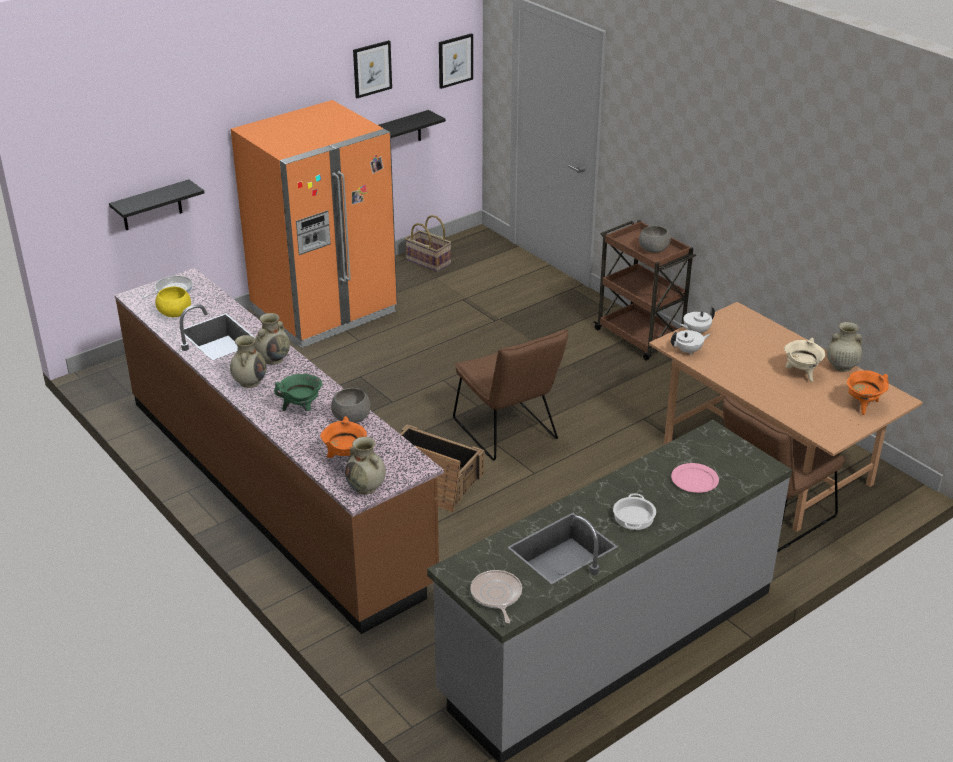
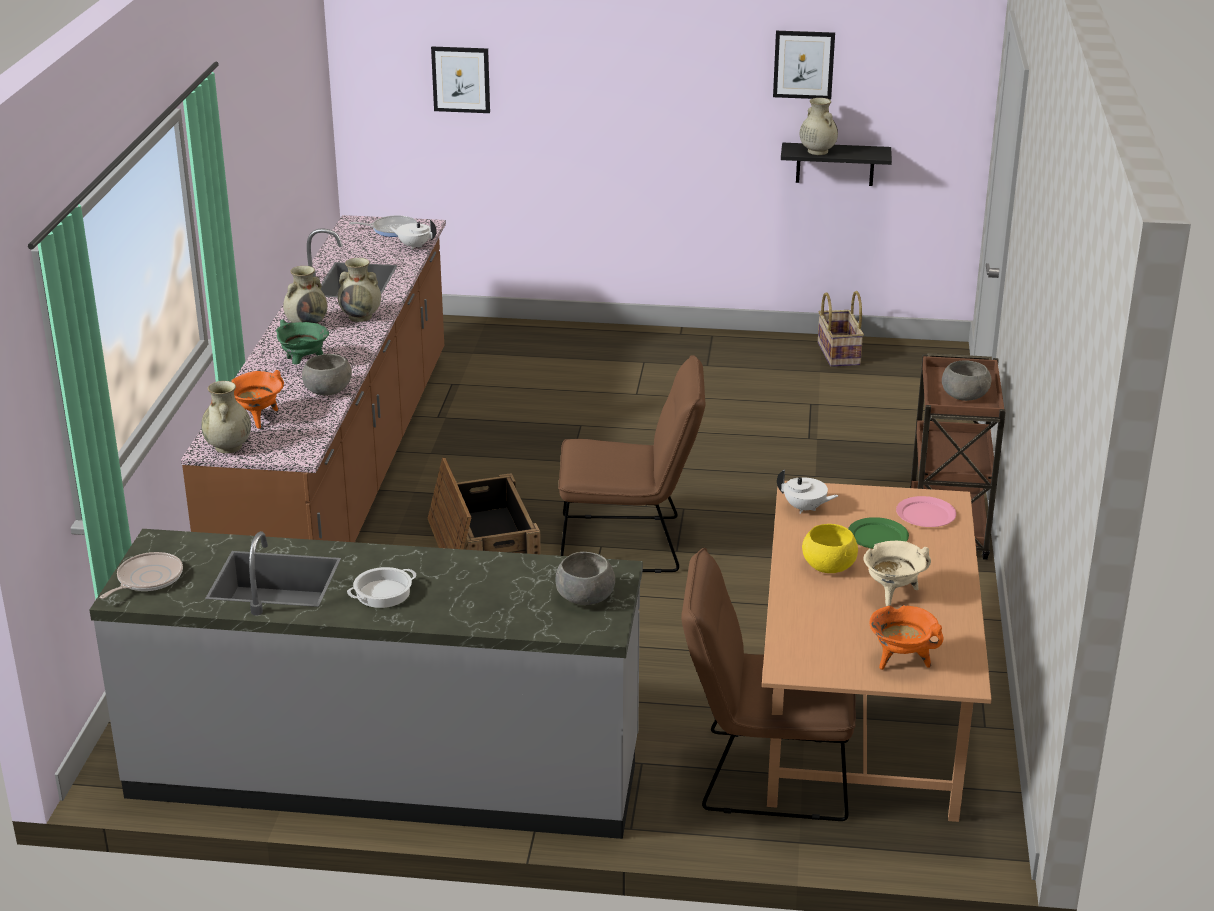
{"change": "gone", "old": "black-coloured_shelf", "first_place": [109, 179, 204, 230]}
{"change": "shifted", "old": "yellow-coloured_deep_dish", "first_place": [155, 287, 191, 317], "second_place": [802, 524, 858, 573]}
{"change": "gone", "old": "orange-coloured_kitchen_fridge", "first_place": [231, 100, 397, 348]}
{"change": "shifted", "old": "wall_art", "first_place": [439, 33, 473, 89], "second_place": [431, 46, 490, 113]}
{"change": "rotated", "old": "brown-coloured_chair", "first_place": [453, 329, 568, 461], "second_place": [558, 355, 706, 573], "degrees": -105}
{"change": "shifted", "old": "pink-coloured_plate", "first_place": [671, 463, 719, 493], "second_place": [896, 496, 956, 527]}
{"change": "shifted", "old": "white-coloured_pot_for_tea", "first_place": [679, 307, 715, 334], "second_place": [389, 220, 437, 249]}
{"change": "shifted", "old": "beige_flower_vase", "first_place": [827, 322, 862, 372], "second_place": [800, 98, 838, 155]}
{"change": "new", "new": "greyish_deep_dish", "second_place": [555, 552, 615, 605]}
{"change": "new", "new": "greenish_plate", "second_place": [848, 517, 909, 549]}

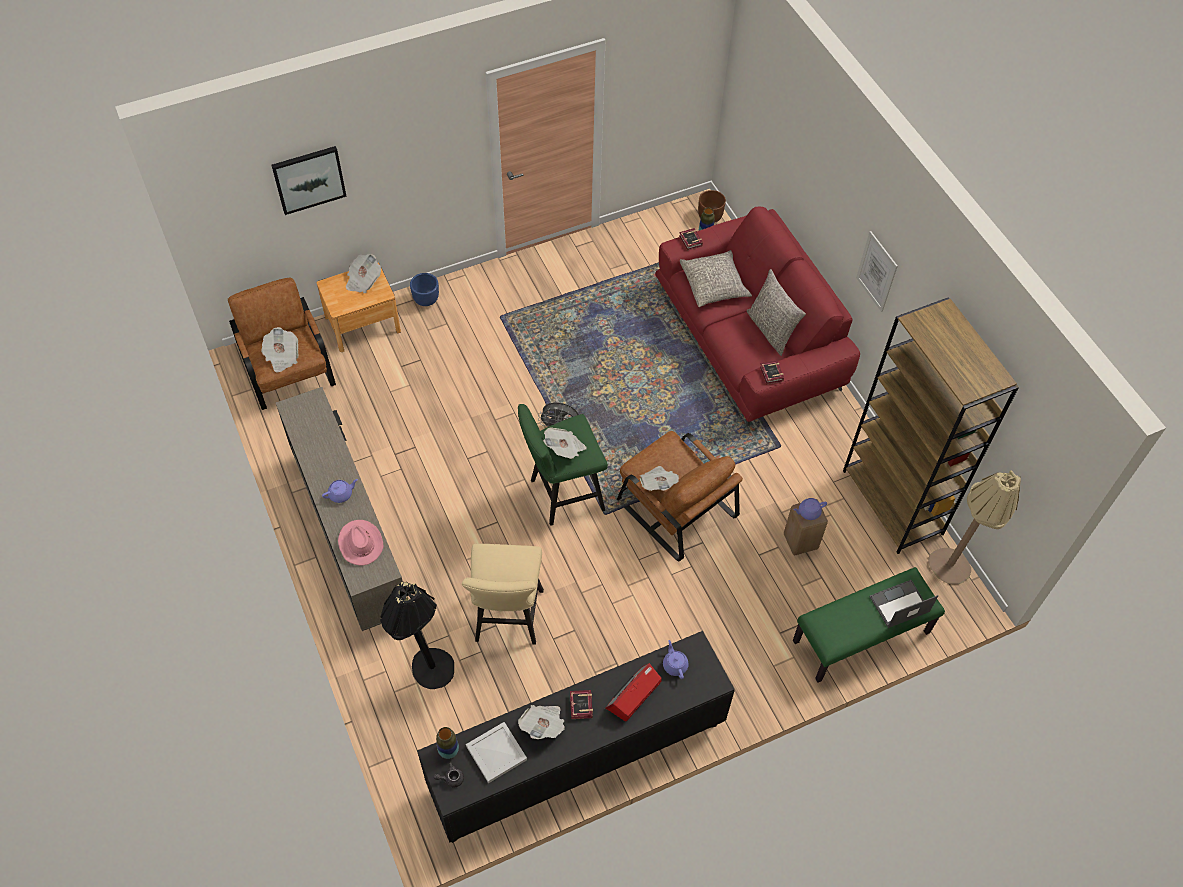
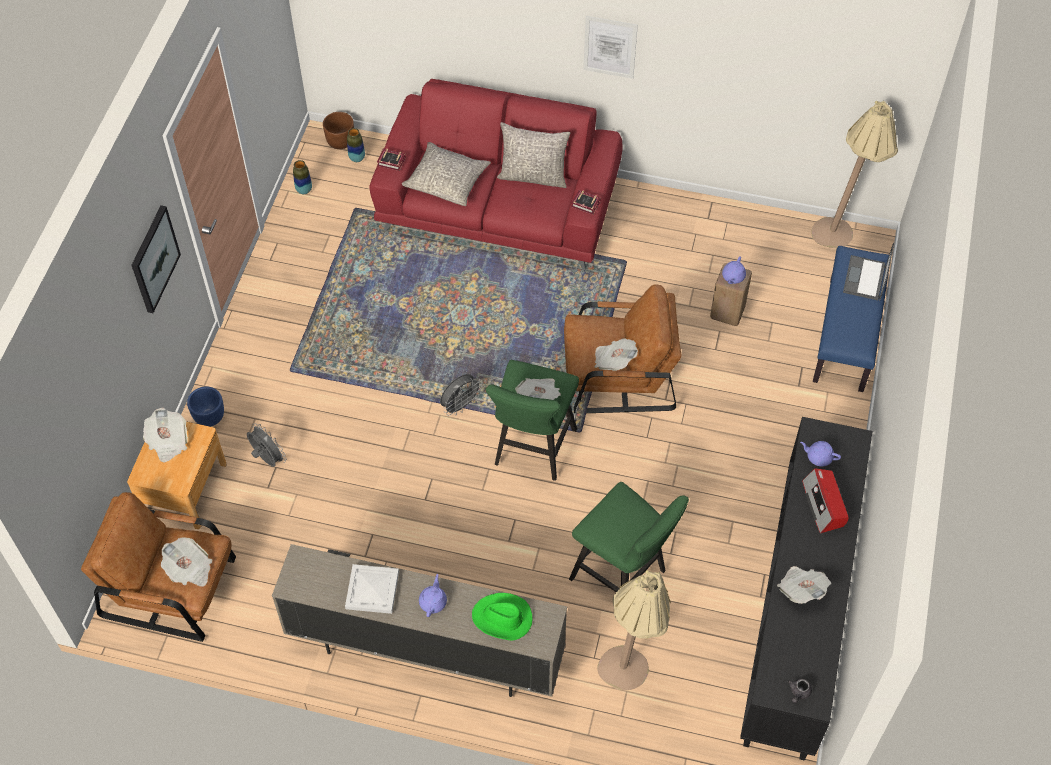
{"change": "shifted", "old": "wall_art", "first_place": [272, 146, 347, 215], "second_place": [131, 205, 181, 313]}
{"change": "repainted", "old": "pink-coloured_clothing_hat", "new": "greenish_clothing_hat", "first_place": [338, 520, 384, 565], "second_place": [472, 593, 533, 641]}
{"change": "repainted", "old": "black-coloured_floor_lamp", "new": "beige_floor_lamp", "first_place": [380, 582, 454, 689], "second_place": [597, 570, 671, 690]}
{"change": "shifted", "old": "flower_vase", "first_place": [436, 727, 459, 759], "second_place": [293, 160, 312, 194]}
{"change": "repainted", "old": "beige_stool_seat", "new": "greenish_stool_seat", "first_place": [462, 544, 544, 645], "second_place": [569, 482, 689, 592]}
{"change": "shifted", "old": "white-coloured_serving_tray", "first_place": [466, 722, 527, 783], "second_place": [345, 564, 399, 614]}
{"change": "gone", "old": "bound_book", "first_place": [570, 690, 593, 719]}
{"change": "repainted", "old": "greenish_bench", "new": "bluish_bench", "first_place": [793, 567, 945, 683], "second_place": [813, 246, 889, 392]}
{"change": "gone", "old": "brown-coloured_shelving_unit", "first_place": [843, 297, 1019, 554]}
{"change": "new", "new": "greyish_cooling_fan", "second_place": [247, 423, 286, 467]}

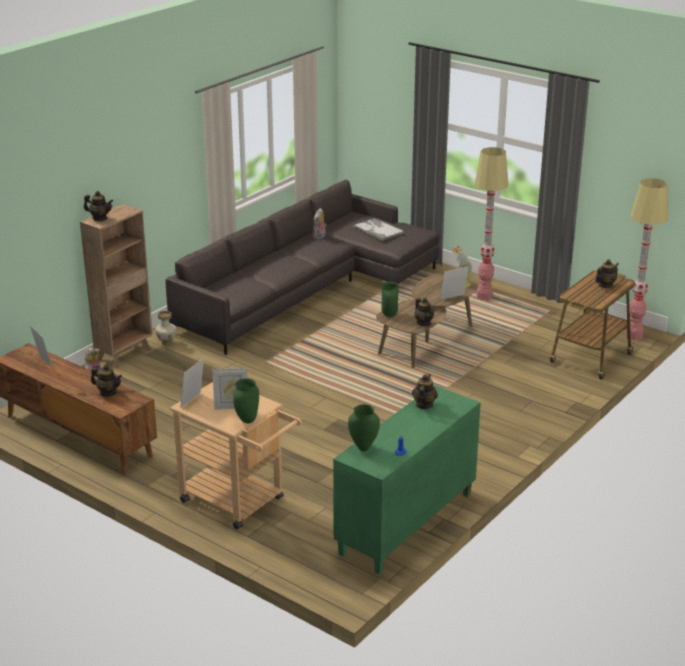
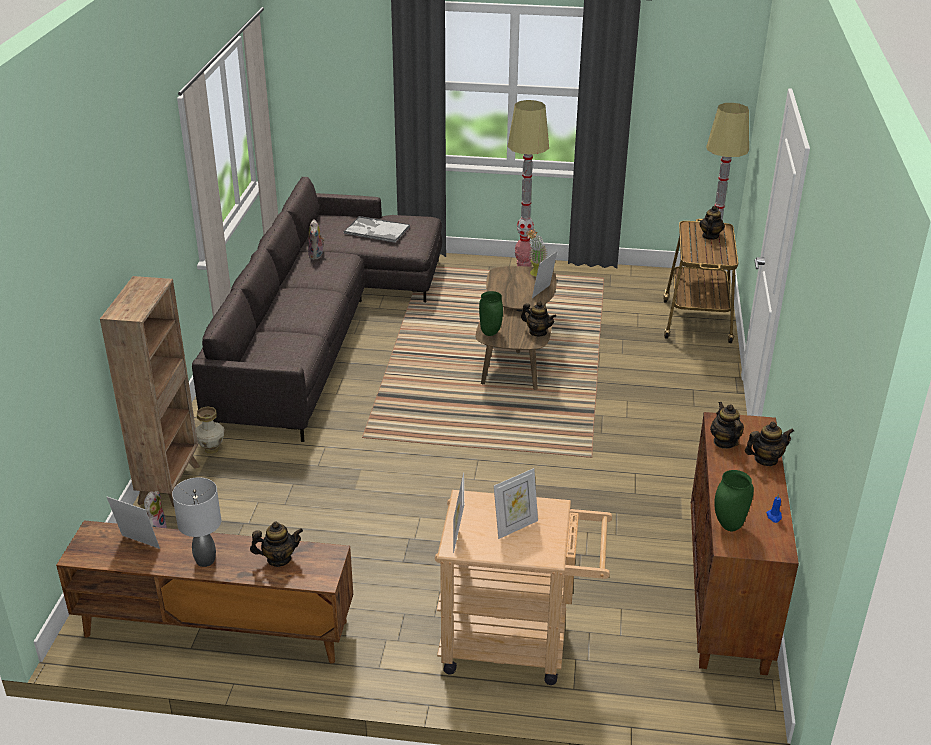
{"change": "shifted", "old": "pot_for_tea", "first_place": [84, 191, 113, 221], "second_place": [745, 422, 794, 466]}
{"change": "gone", "old": "greenish_flower_vase", "first_place": [233, 378, 259, 423]}
{"change": "repainted", "old": "greenish_storage_cabinet", "new": "brown-coloured_storage_cabinet", "first_place": [333, 385, 481, 575], "second_place": [691, 412, 799, 675]}
{"change": "new", "new": "greyish_lamp_for_a_table", "second_place": [172, 477, 221, 567]}

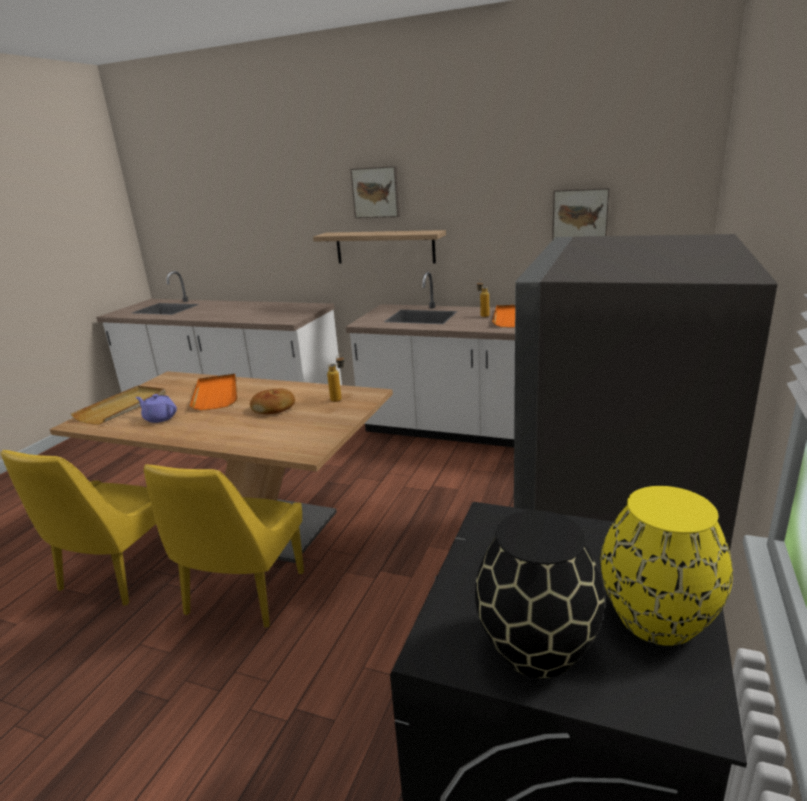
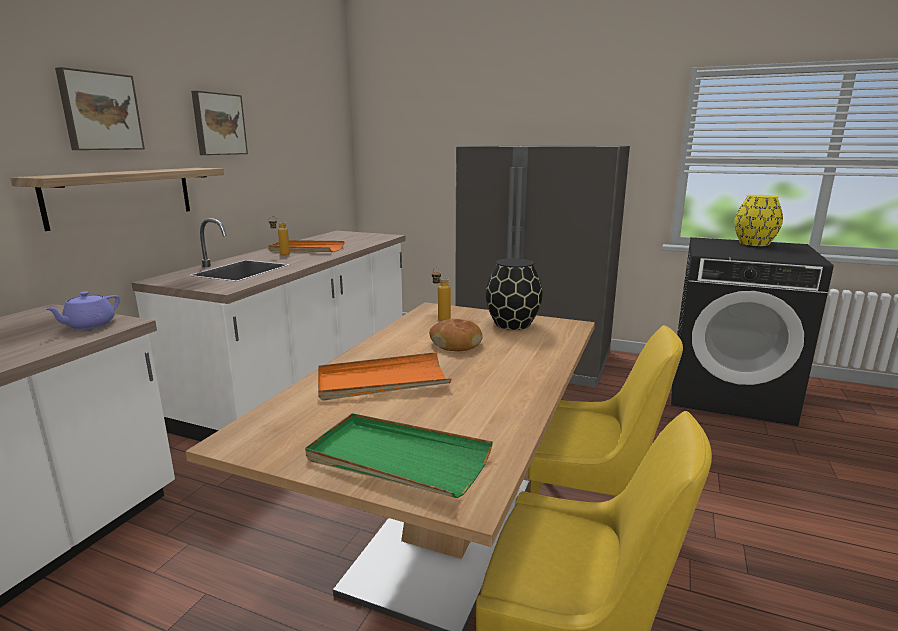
{"change": "repainted", "old": "beige_serving_tray", "new": "greenish_serving_tray", "first_place": [71, 386, 166, 425], "second_place": [305, 413, 493, 498]}
{"change": "shifted", "old": "purplish_pot_for_tea", "first_place": [136, 394, 177, 423], "second_place": [45, 291, 120, 329]}
{"change": "shifted", "old": "black-coloured_flower_vase", "first_place": [475, 510, 605, 678], "second_place": [485, 258, 543, 330]}
{"change": "shifted", "old": "wall_art", "first_place": [552, 188, 610, 240], "second_place": [191, 91, 248, 155]}

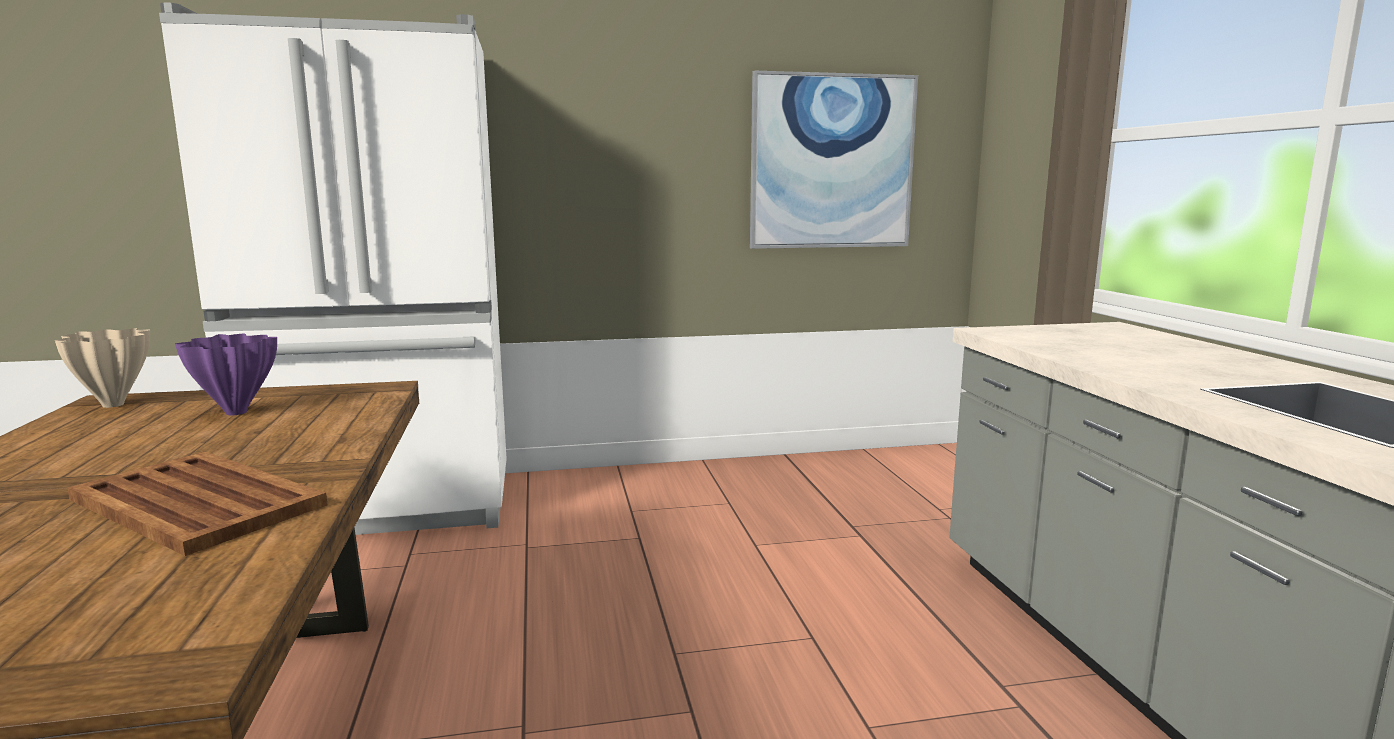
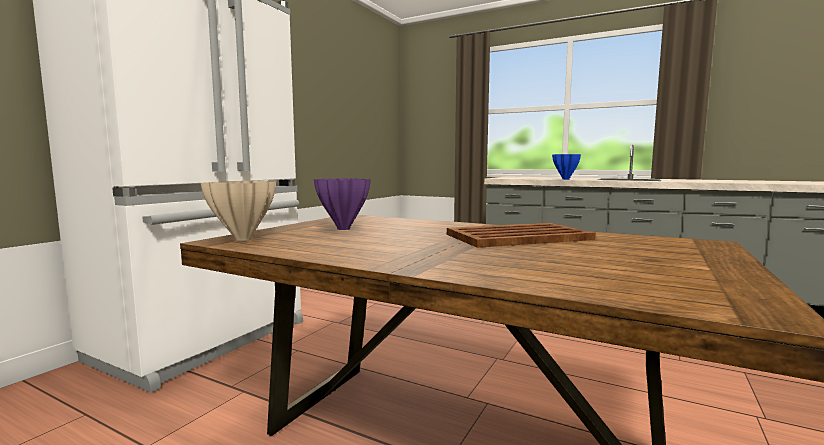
{"change": "gone", "old": "wall_art", "first_place": [750, 71, 918, 249]}
{"change": "new", "new": "bluish_flower_vase", "second_place": [552, 154, 581, 180]}

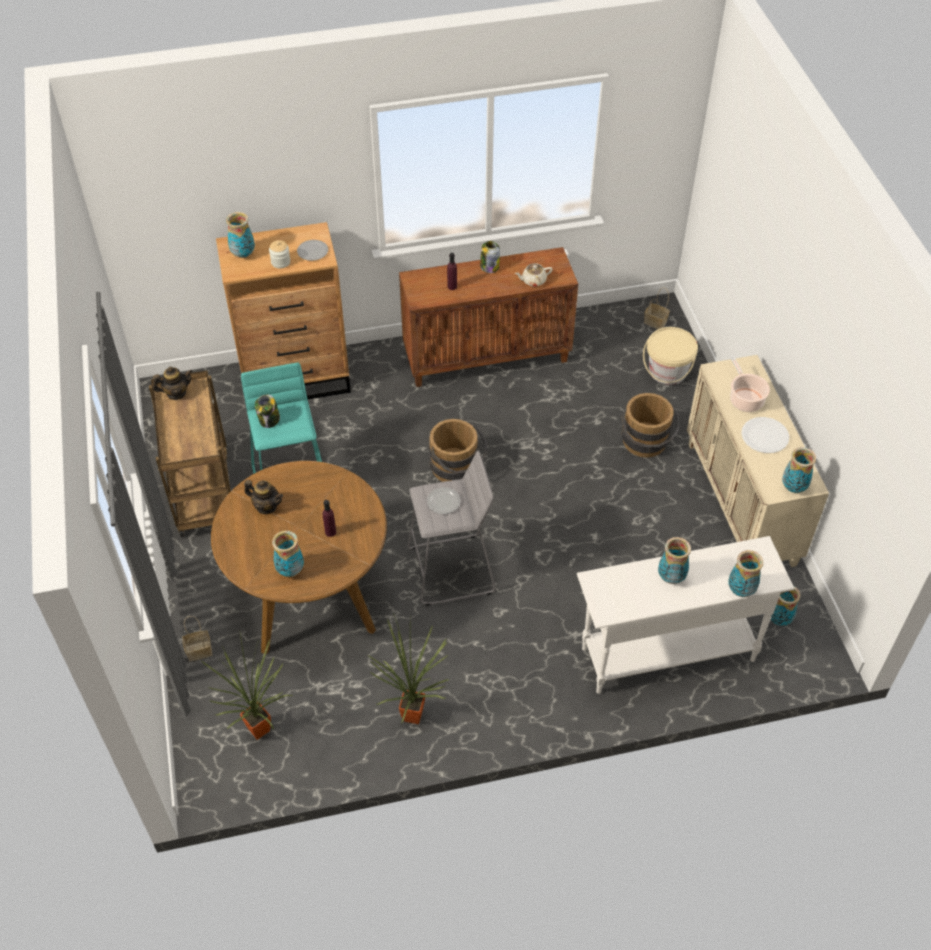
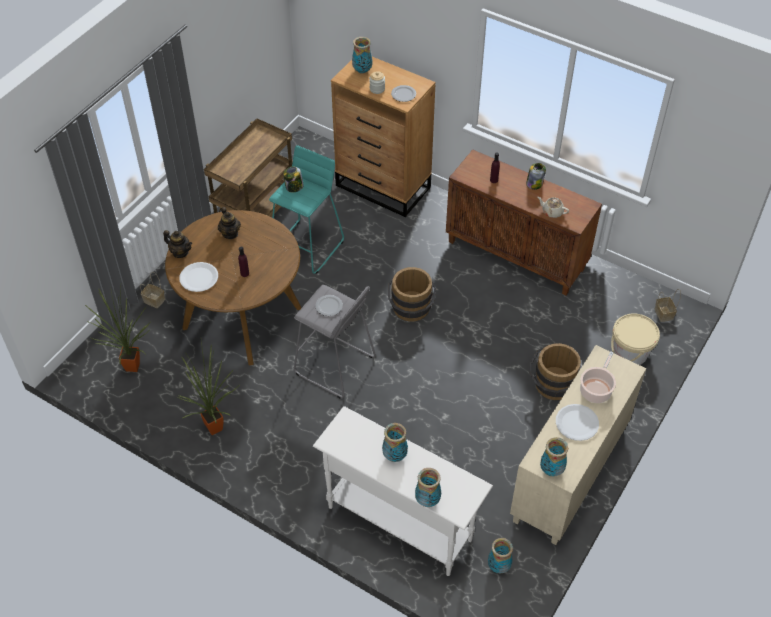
{"change": "shifted", "old": "pot_for_tea", "first_place": [153, 366, 193, 400], "second_place": [163, 230, 192, 258]}
{"change": "swapped", "old": "flower_vase", "new": "white-coloured_plate", "first_place": [272, 531, 304, 577], "second_place": [180, 262, 218, 292]}

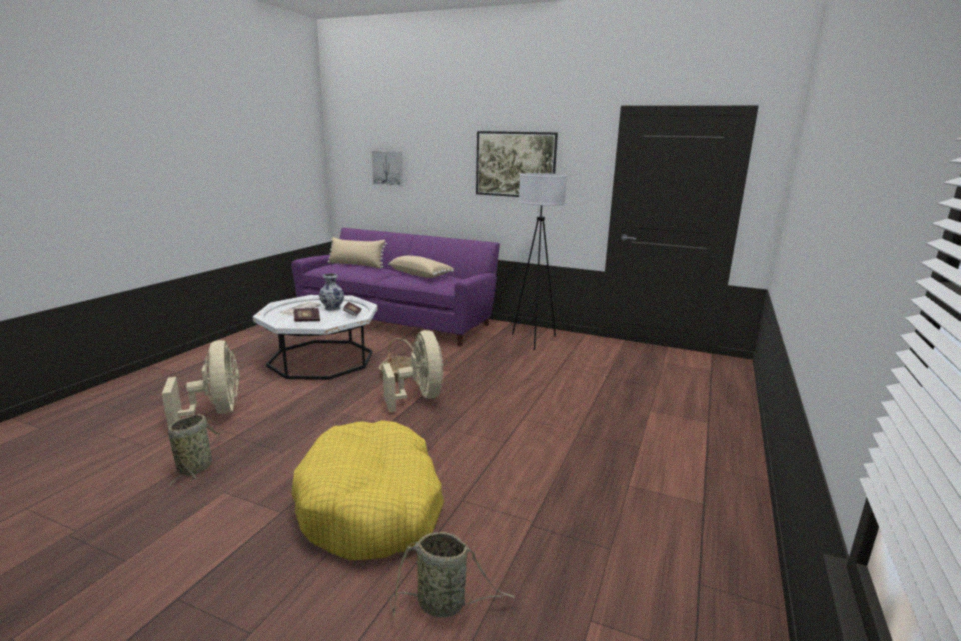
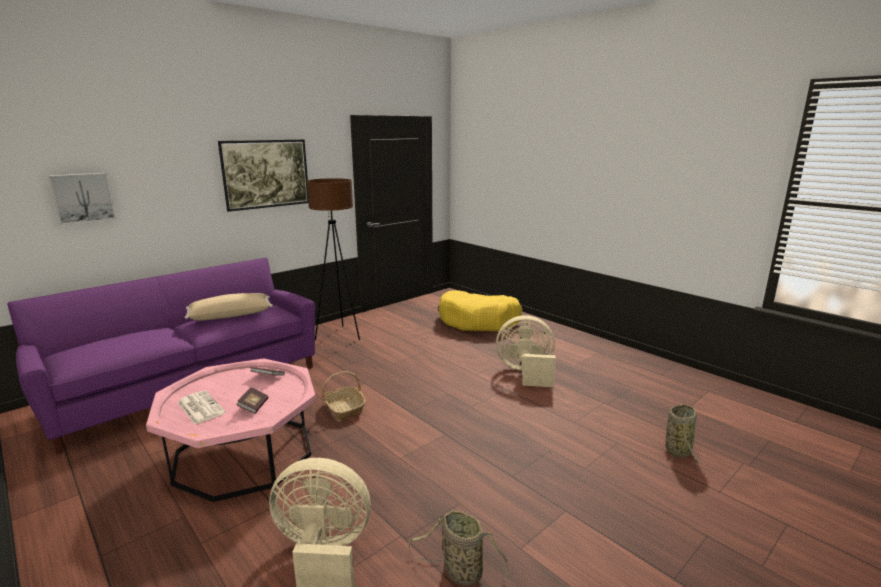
{"change": "repainted", "old": "white-coloured_lounge_table", "new": "pink-coloured_lounge_table", "first_place": [253, 295, 377, 380], "second_place": [146, 358, 316, 502]}
{"change": "shifted", "old": "yellow-coloured_dog_cushion", "first_place": [291, 420, 444, 560], "second_place": [439, 290, 522, 331]}
{"change": "gone", "old": "flower_vase", "first_place": [319, 273, 344, 311]}
{"change": "gone", "old": "beige_pillow", "first_place": [328, 237, 387, 269]}
{"change": "shifted", "old": "beige_cooling_fan", "first_place": [383, 330, 443, 412], "second_place": [496, 315, 556, 387]}
{"change": "repainted", "old": "white-coloured_floor_lamp", "new": "brown-coloured_floor_lamp", "first_place": [512, 173, 567, 350], "second_place": [306, 178, 360, 340]}

